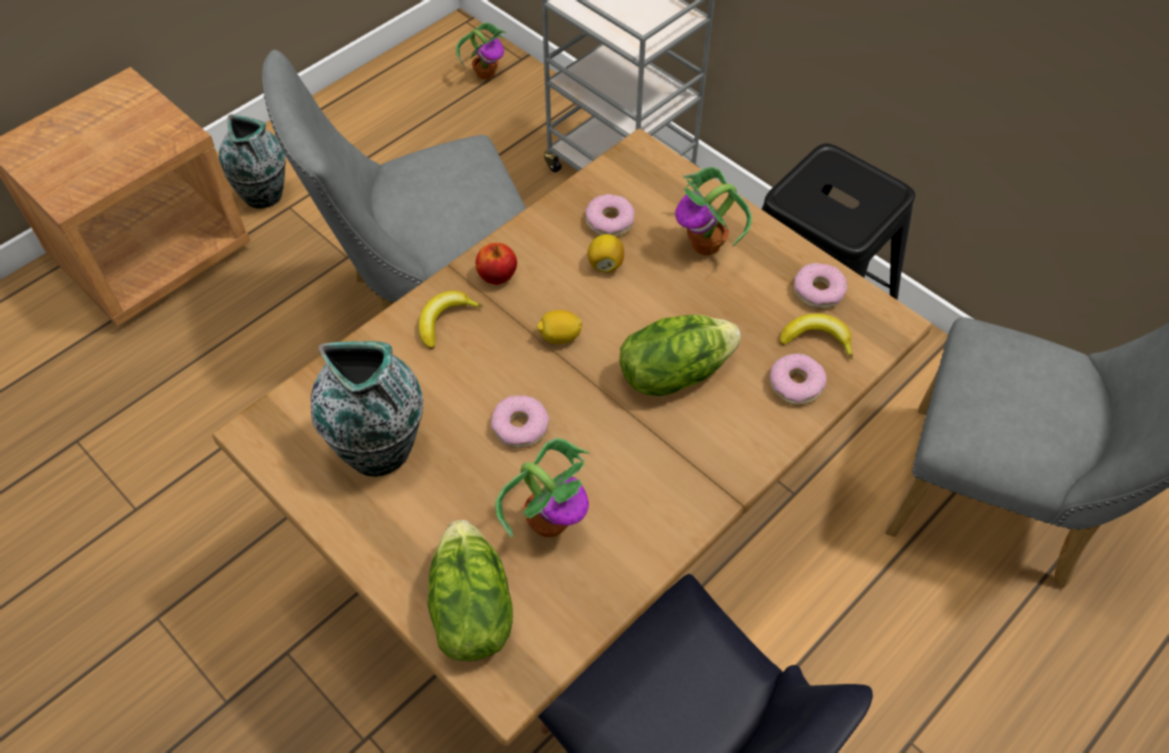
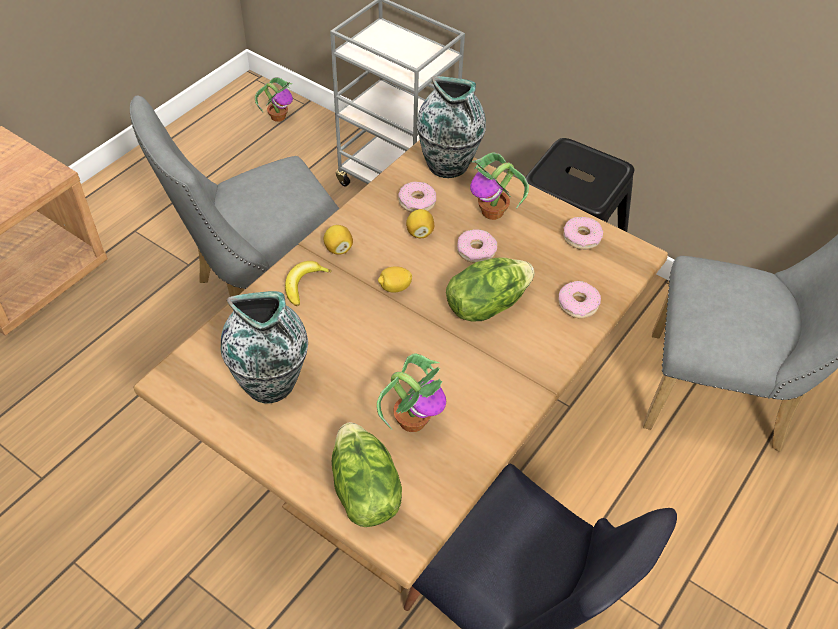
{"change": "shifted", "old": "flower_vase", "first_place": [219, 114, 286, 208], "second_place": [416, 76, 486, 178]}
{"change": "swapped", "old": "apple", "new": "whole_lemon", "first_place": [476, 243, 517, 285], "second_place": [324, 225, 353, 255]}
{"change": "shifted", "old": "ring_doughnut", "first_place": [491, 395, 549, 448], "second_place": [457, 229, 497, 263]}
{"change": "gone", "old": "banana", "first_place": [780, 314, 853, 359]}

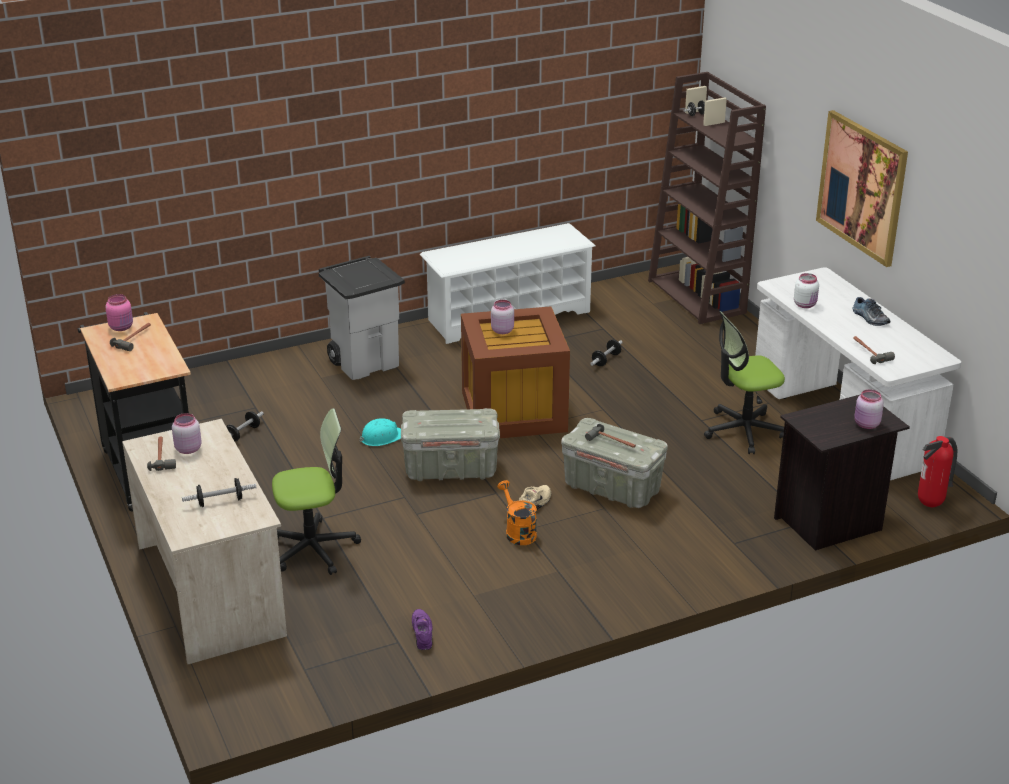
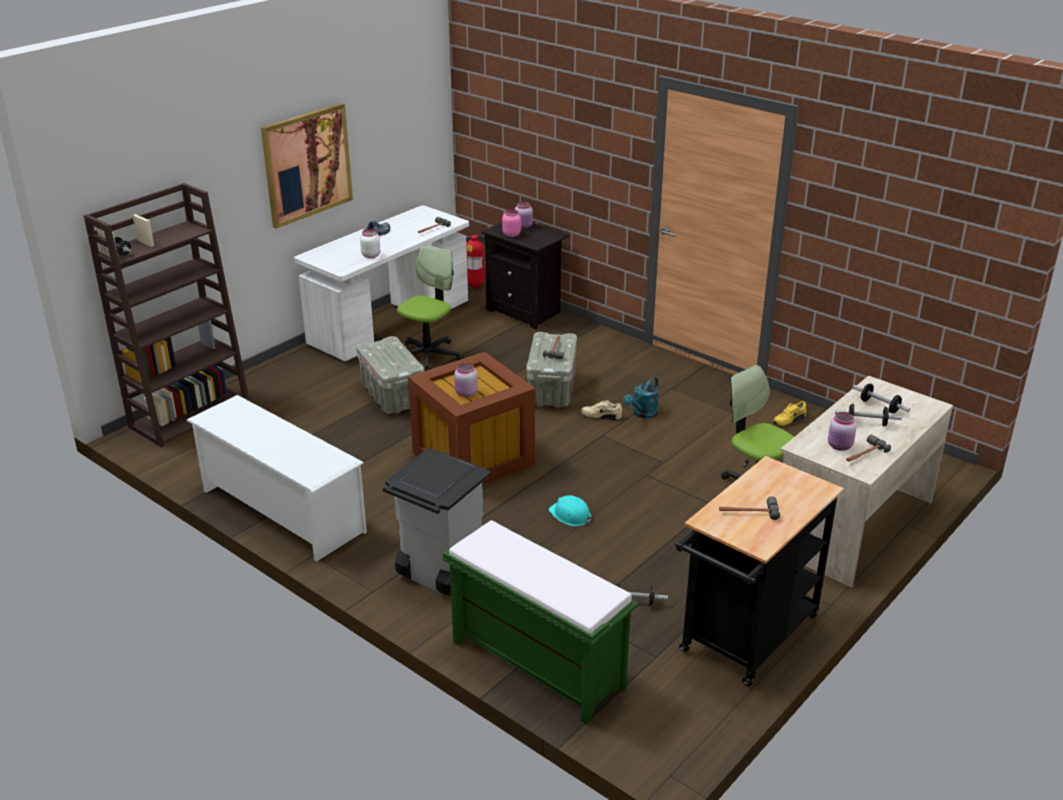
{"change": "shifted", "old": "pink-coloured_storage_jar", "first_place": [105, 294, 133, 331], "second_place": [502, 209, 521, 237]}
{"change": "shifted", "old": "greyish_storage_container", "first_place": [401, 408, 500, 481], "second_place": [356, 336, 424, 414]}
{"change": "repainted", "old": "purplish_shoe", "new": "yellow-coloured_shoe", "first_place": [412, 609, 433, 650], "second_place": [773, 401, 806, 426]}
{"change": "repainted", "old": "orange-coloured_watering_pot", "new": "turquoise-coloured_watering_pot", "first_place": [497, 480, 537, 545], "second_place": [623, 377, 659, 418]}
{"change": "shifted", "old": "hand_weight", "first_place": [590, 340, 623, 366], "second_place": [835, 404, 902, 426]}
{"change": "rotated", "old": "computer_chair", "first_place": [704, 311, 785, 454], "second_place": [397, 245, 463, 371], "degrees": -105}
{"change": "new", "new": "greenish_bench", "second_place": [443, 520, 638, 725]}

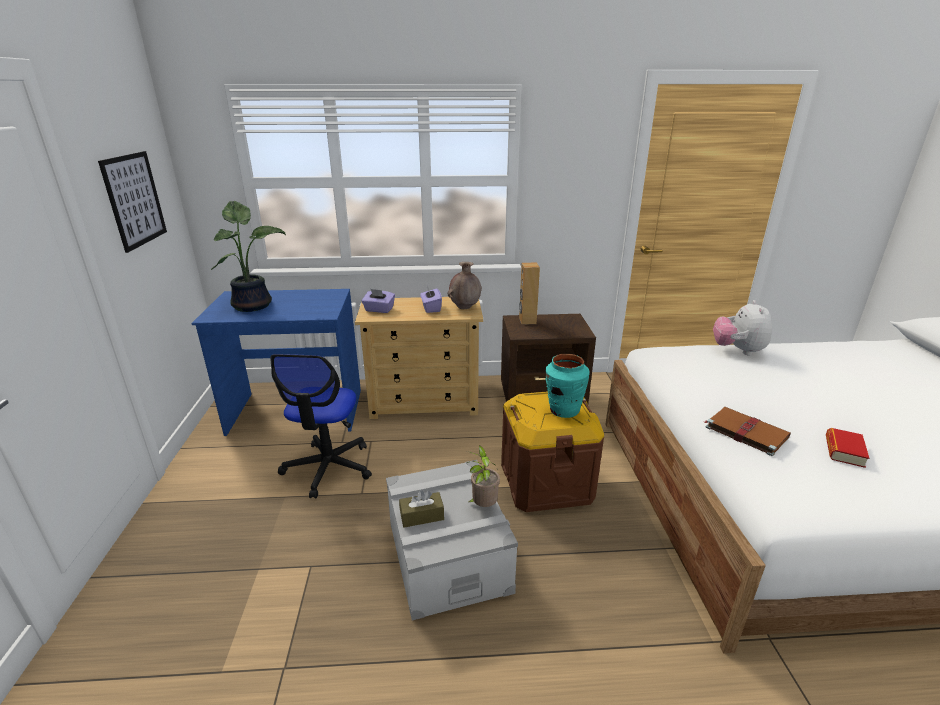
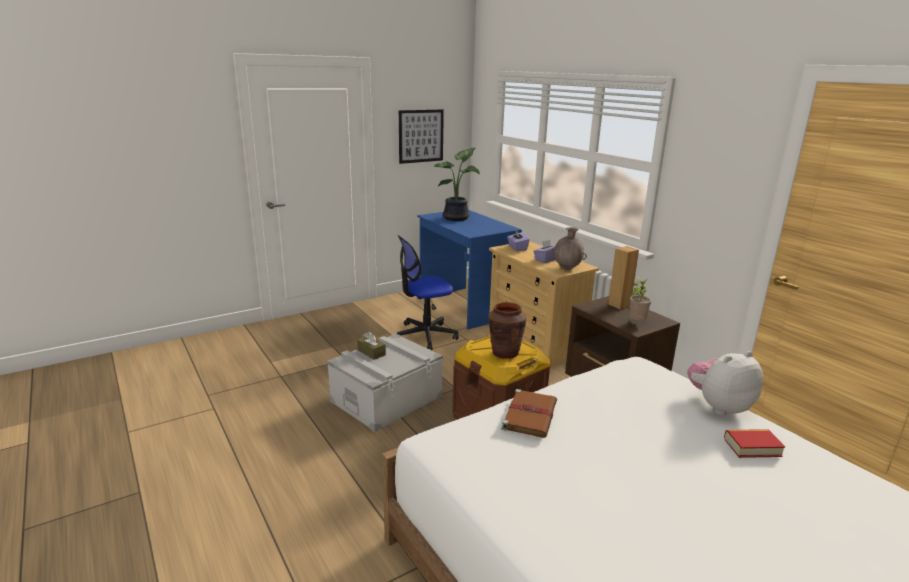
{"change": "shifted", "old": "houseplant", "first_place": [467, 446, 500, 507], "second_place": [629, 278, 651, 321]}
{"change": "repainted", "old": "turquoise-coloured_flower_vase", "new": "brown-coloured_flower_vase", "first_place": [545, 354, 590, 418], "second_place": [488, 302, 526, 359]}
{"change": "shifted", "old": "bound_book", "first_place": [826, 428, 869, 468], "second_place": [724, 429, 785, 458]}

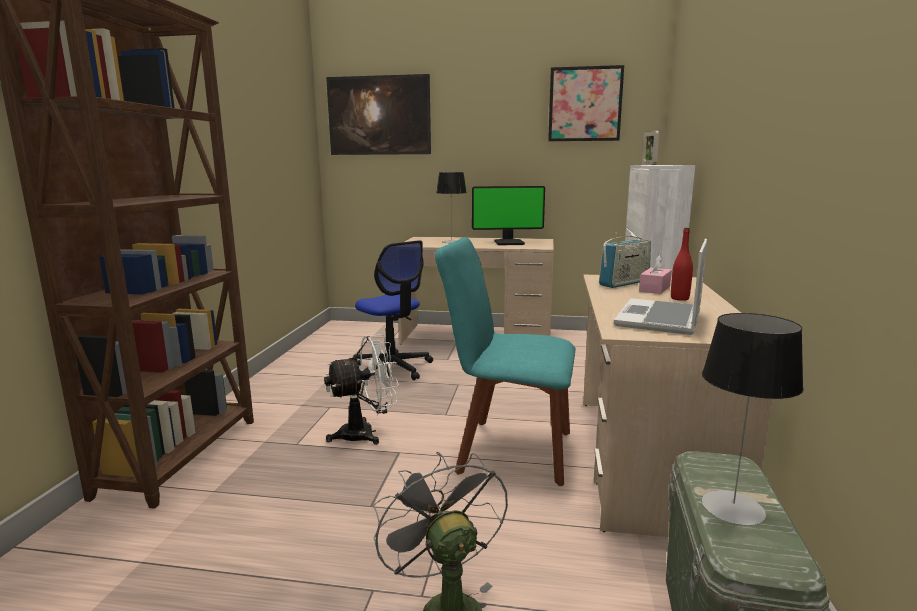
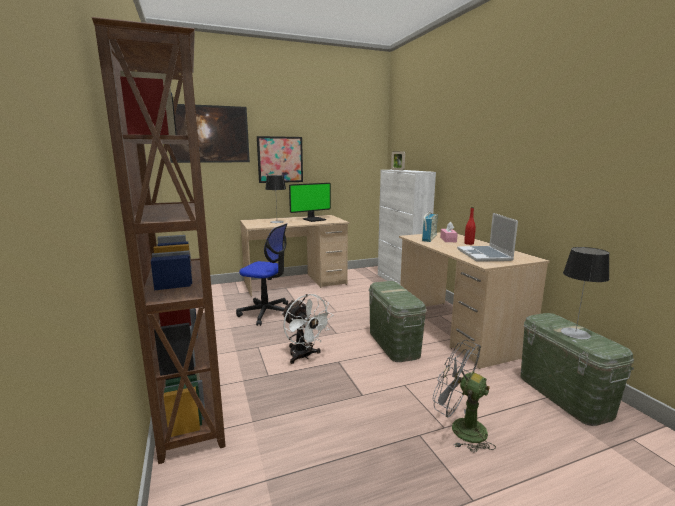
{"change": "rotated", "old": "white-coloured_cooling_fan", "first_place": [324, 334, 399, 445], "second_place": [282, 294, 333, 364], "degrees": 105}
{"change": "swapped", "old": "turquoise-coloured_chair", "new": "greenish_storage_container", "first_place": [435, 237, 576, 486], "second_place": [369, 281, 427, 362]}
{"change": "shifted", "old": "wall_art", "first_place": [548, 65, 624, 141], "second_place": [257, 136, 303, 183]}

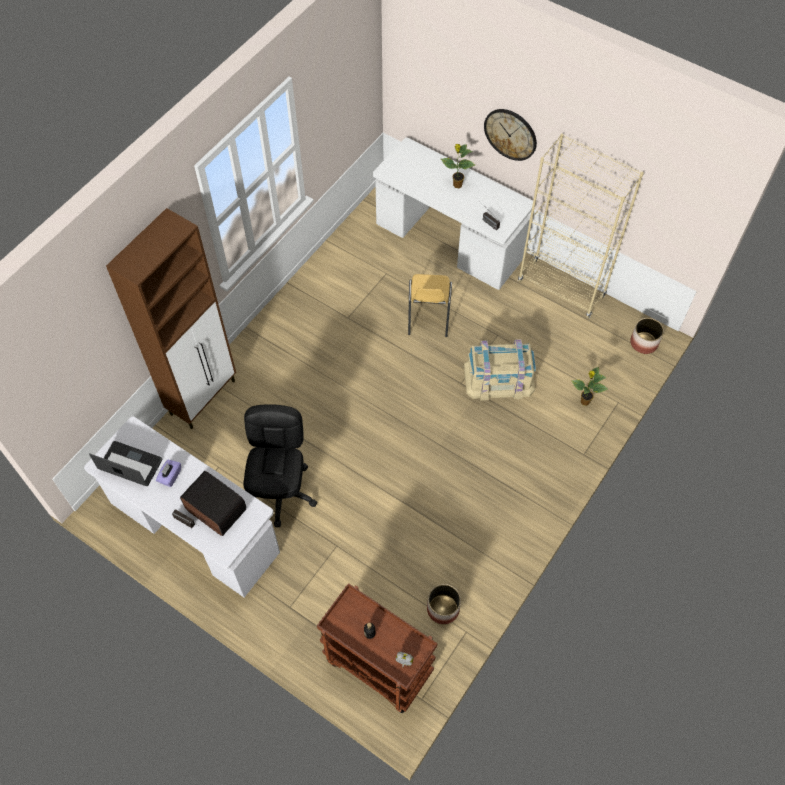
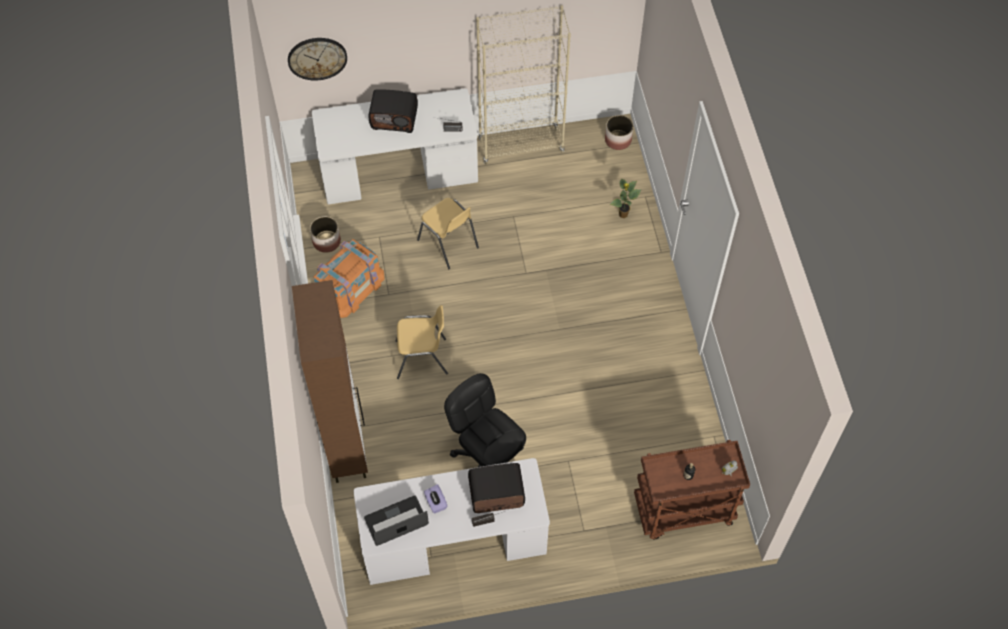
{"change": "shifted", "old": "planter", "first_place": [427, 584, 461, 624], "second_place": [310, 216, 341, 253]}
{"change": "swapped", "old": "houseplant", "new": "radio", "first_place": [441, 144, 475, 188], "second_place": [369, 89, 418, 133]}
{"change": "gone", "old": "beige_storage_container", "first_place": [464, 339, 536, 400]}
{"change": "shifted", "old": "wall_clock", "first_place": [484, 109, 537, 161], "second_place": [288, 38, 347, 81]}
{"change": "new", "new": "orange-coloured_storage_container", "second_place": [314, 239, 385, 318]}
{"change": "new", "new": "yellow-coloured_chair", "second_place": [396, 305, 448, 379]}

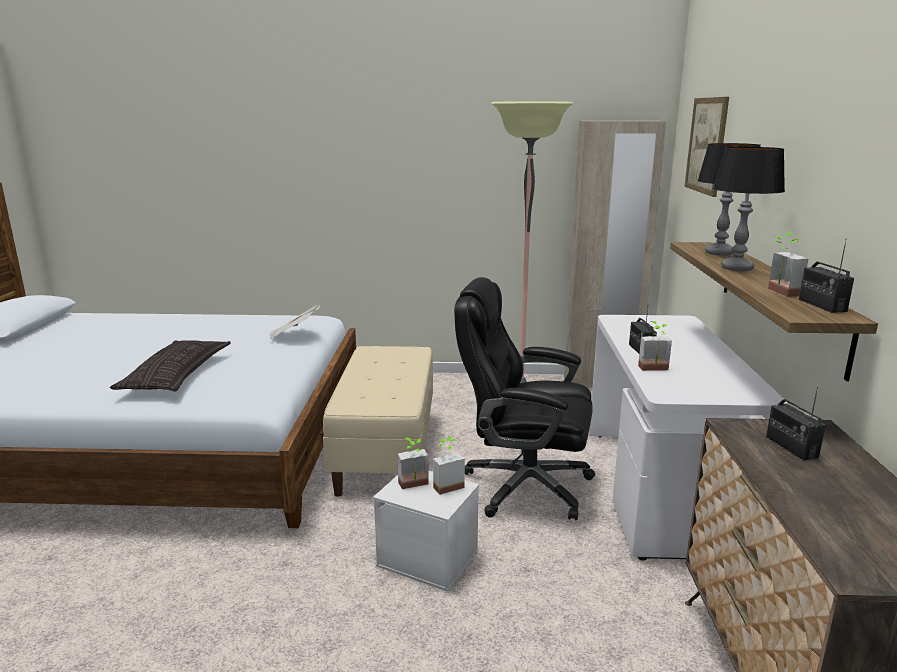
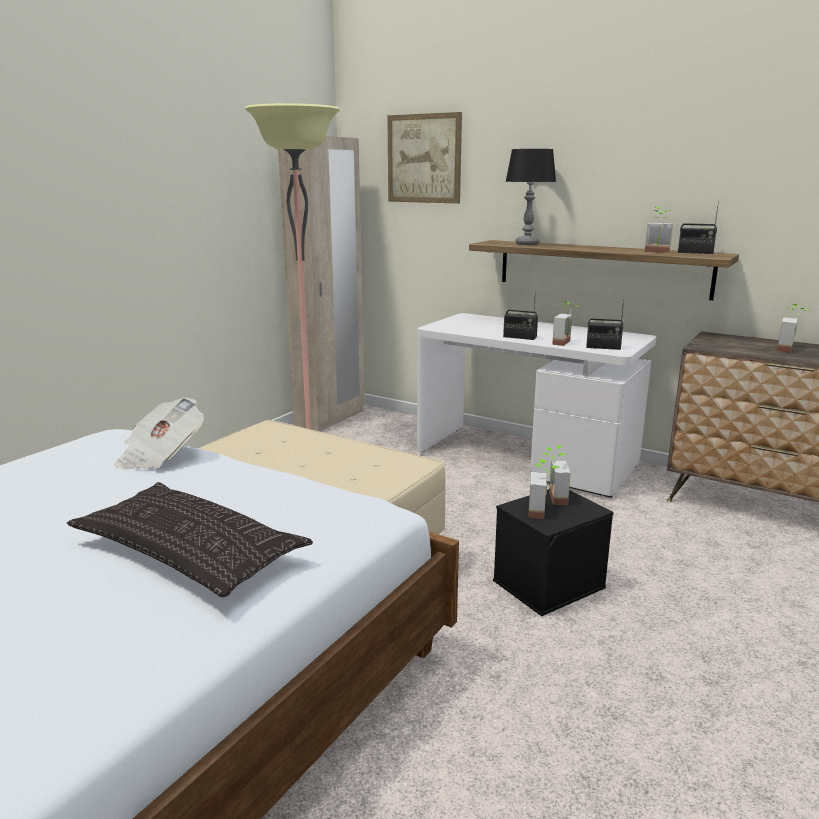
{"change": "repainted", "old": "white-coloured_storage_container", "new": "black-coloured_storage_container", "first_place": [373, 471, 479, 592], "second_place": [493, 489, 614, 616]}
{"change": "gone", "old": "black-coloured_computer_chair", "first_place": [454, 277, 595, 521]}
{"change": "gone", "old": "lamp_for_a_table", "first_place": [713, 147, 785, 271]}
{"change": "shifted", "old": "radio", "first_place": [766, 387, 826, 461], "second_place": [586, 299, 624, 350]}
{"change": "new", "new": "houseplant", "second_place": [777, 304, 809, 353]}

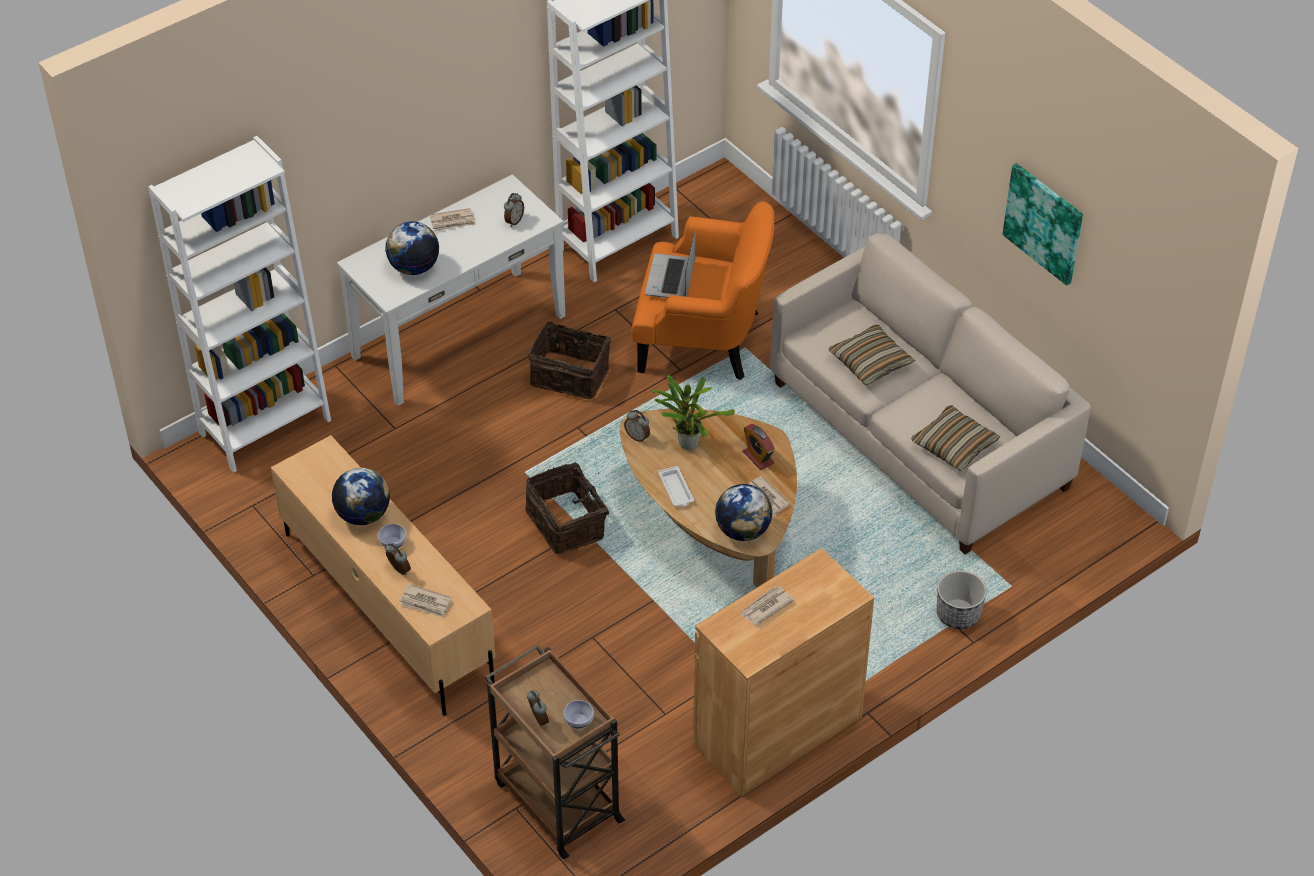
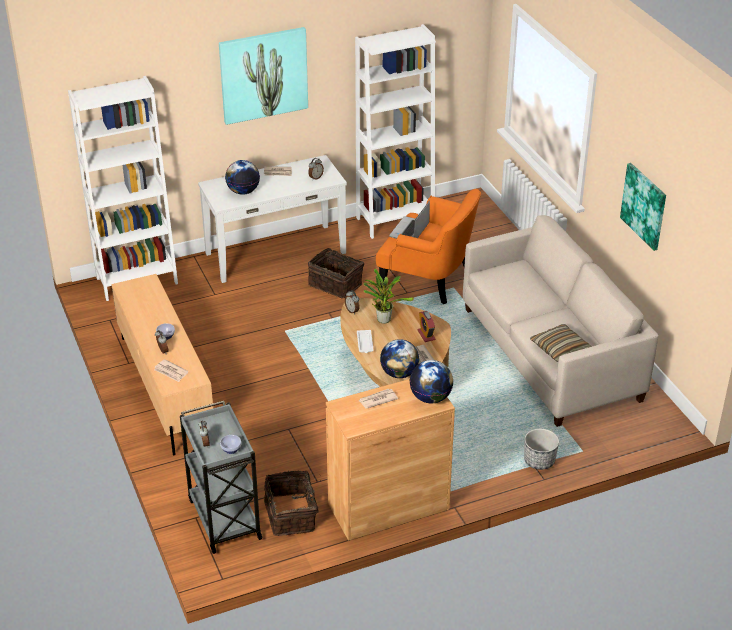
{"change": "shifted", "old": "globe", "first_place": [332, 468, 390, 525], "second_place": [409, 360, 453, 403]}
{"change": "repainted", "old": "brown-coloured_wheeled_cart", "new": "greyish_wheeled_cart", "first_place": [485, 645, 625, 859], "second_place": [180, 401, 263, 554]}
{"change": "shifted", "old": "household_basket", "first_place": [525, 462, 609, 554], "second_place": [264, 470, 321, 536]}
{"change": "gone", "old": "pillow", "first_place": [829, 325, 915, 385]}
{"change": "new", "new": "wall_art", "second_place": [219, 27, 308, 125]}

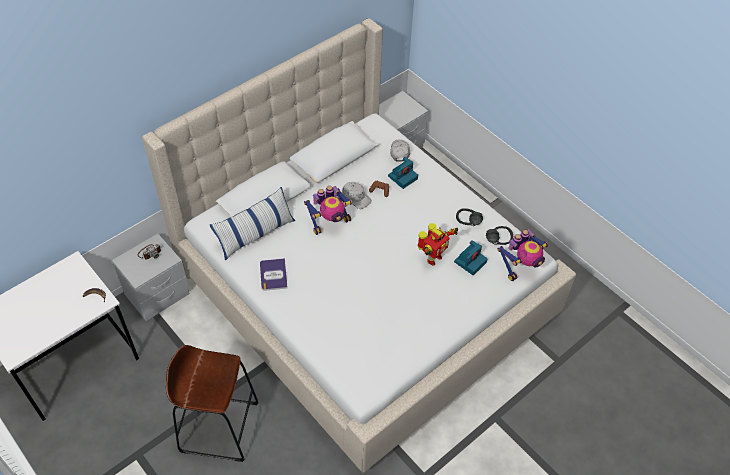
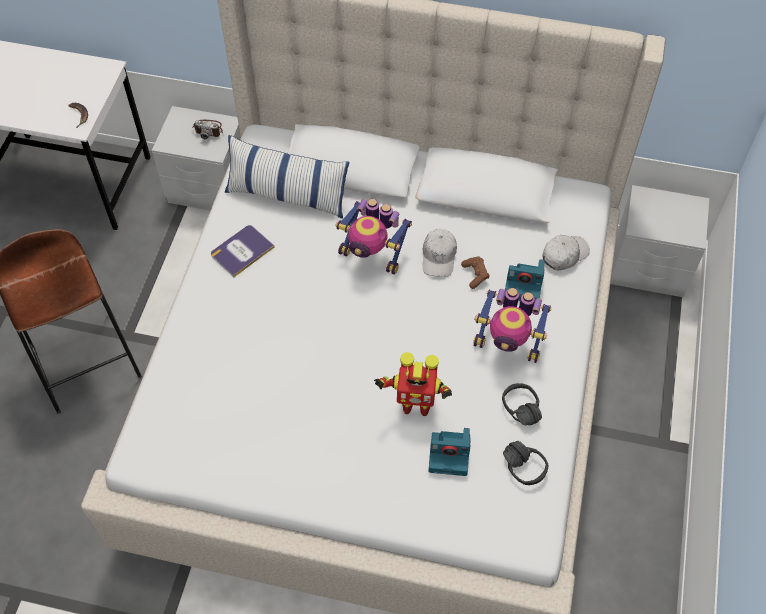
{"change": "shifted", "old": "toy_robot", "first_place": [497, 229, 548, 281], "second_place": [473, 288, 552, 363]}

